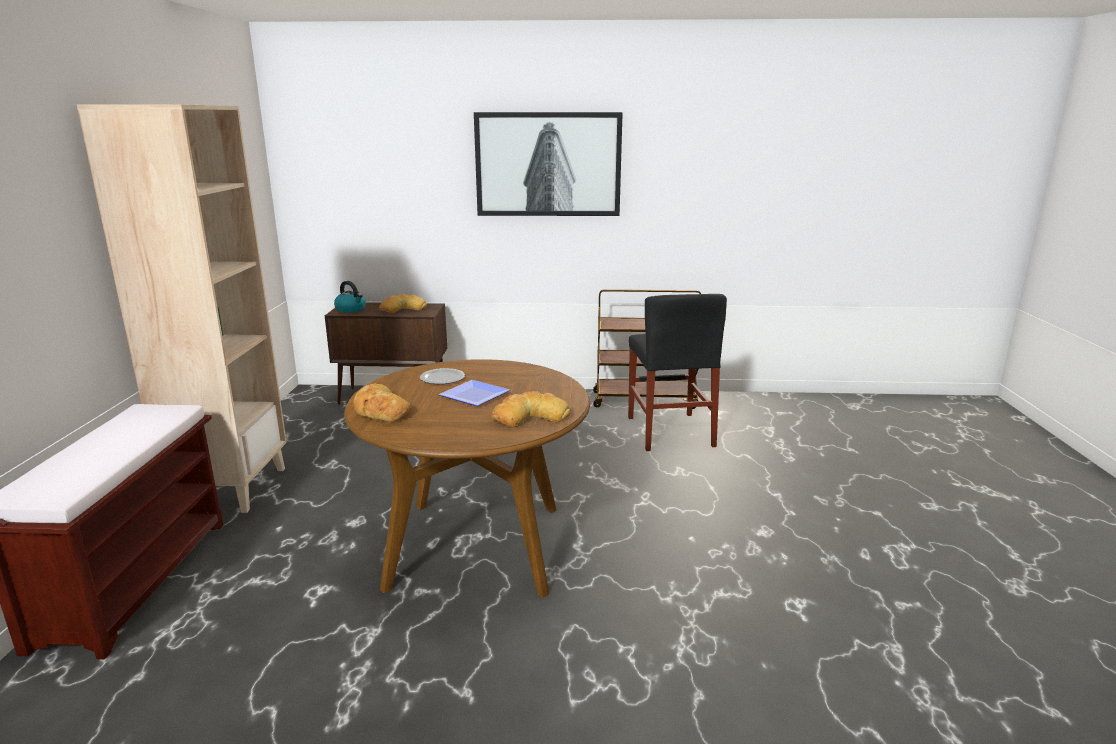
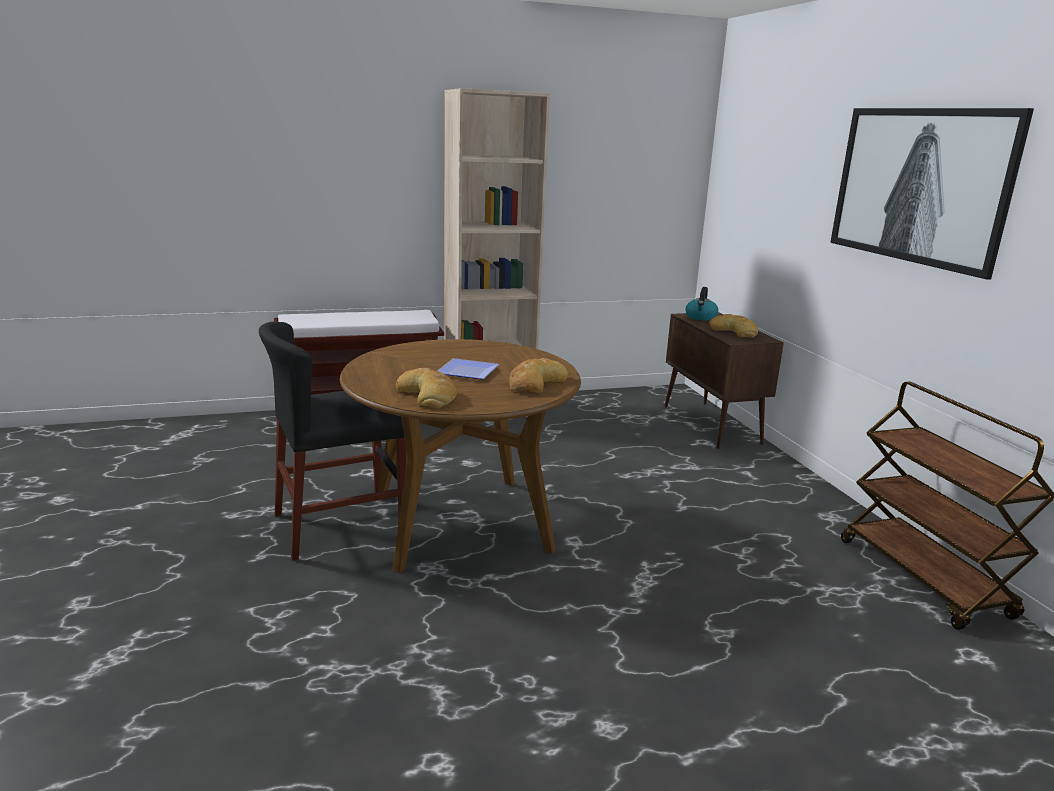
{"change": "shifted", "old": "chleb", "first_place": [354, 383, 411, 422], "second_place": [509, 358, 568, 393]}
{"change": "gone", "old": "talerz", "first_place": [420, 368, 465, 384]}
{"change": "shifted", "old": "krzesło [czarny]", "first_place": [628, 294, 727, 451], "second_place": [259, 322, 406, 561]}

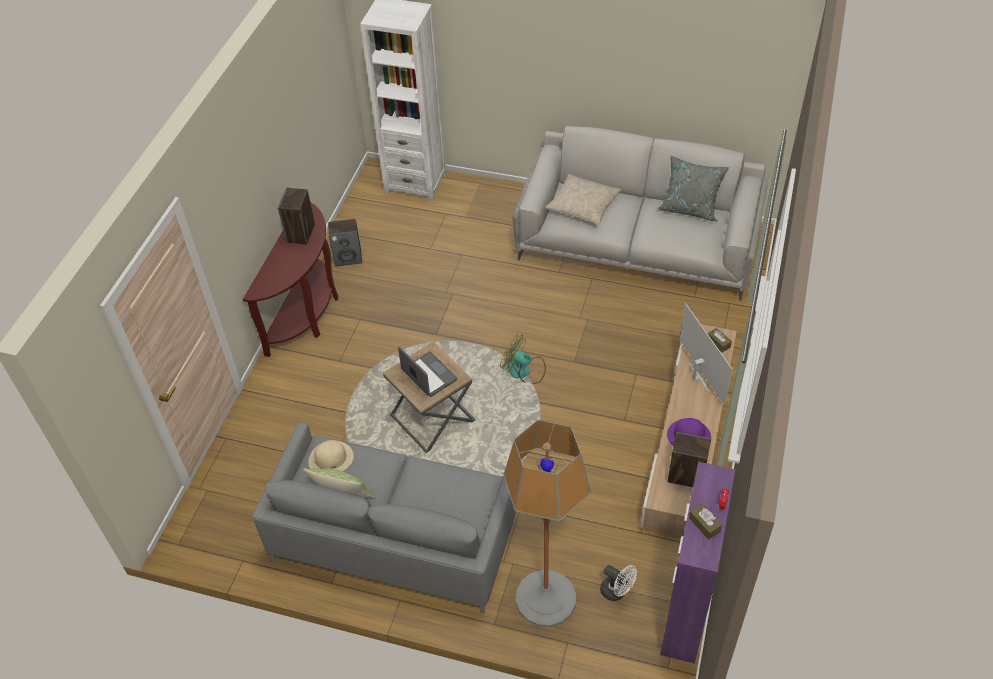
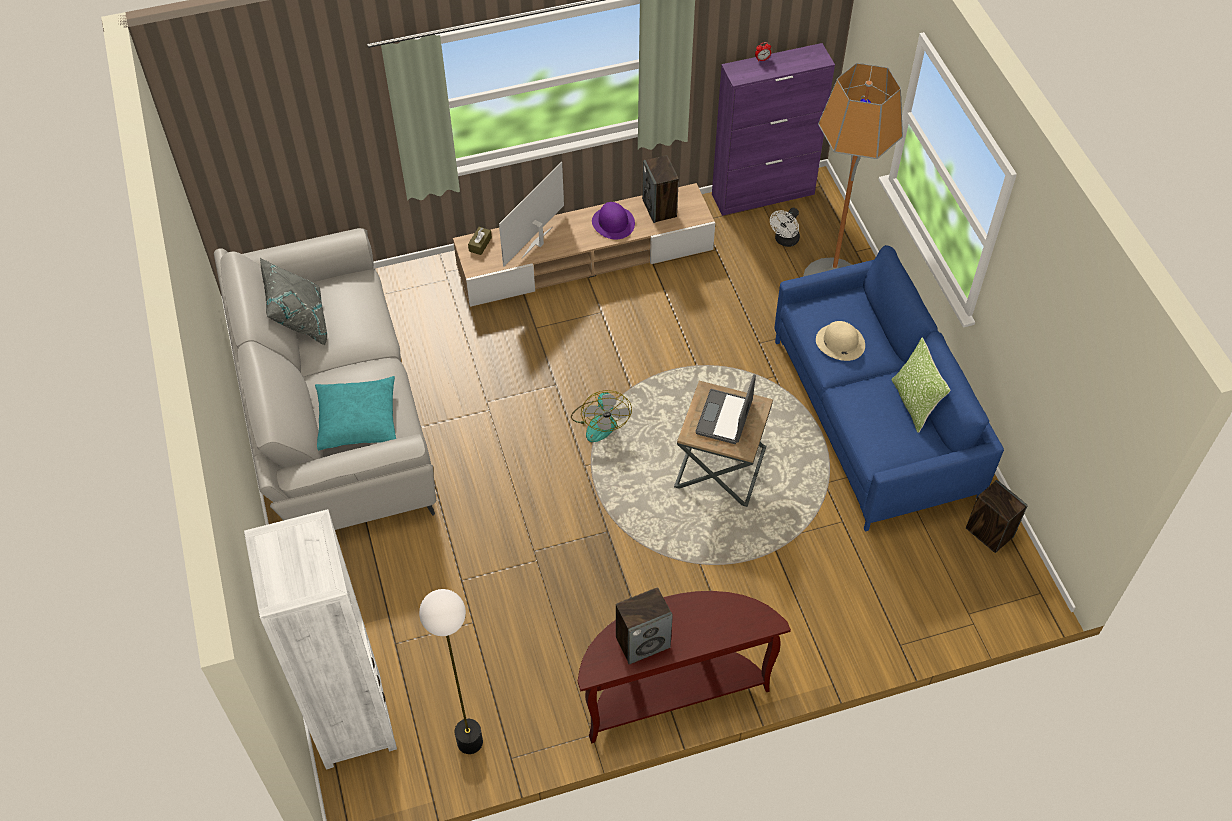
{"change": "repainted", "old": "kanapa [szary]", "new": "kanapa [niebieski]", "first_place": [252, 423, 516, 614], "second_place": [774, 245, 1004, 532]}
{"change": "shifted", "old": "kapelusz [beżowy]", "first_place": [308, 440, 354, 471], "second_place": [816, 321, 865, 361]}
{"change": "shifted", "old": "głośnik", "first_place": [328, 219, 362, 267], "second_place": [966, 480, 1028, 553]}
{"change": "repainted", "old": "poduszka [beżowy]", "new": "poduszka [turkusowy]", "first_place": [545, 174, 621, 225], "second_place": [315, 376, 396, 451]}
{"change": "rotated", "old": "wentylator [biały]", "first_place": [600, 565, 637, 601], "second_place": [770, 208, 800, 247], "degrees": -150}
{"change": "gone", "old": "pudełko chusteczek [brązowy]", "first_place": [689, 504, 722, 539]}
{"change": "new", "new": "lampa stojąca", "second_place": [419, 589, 483, 754]}

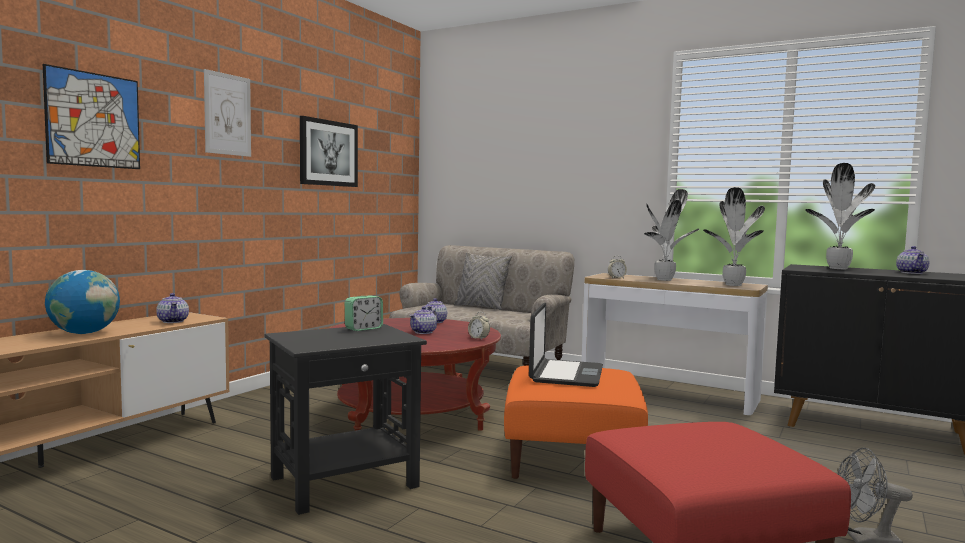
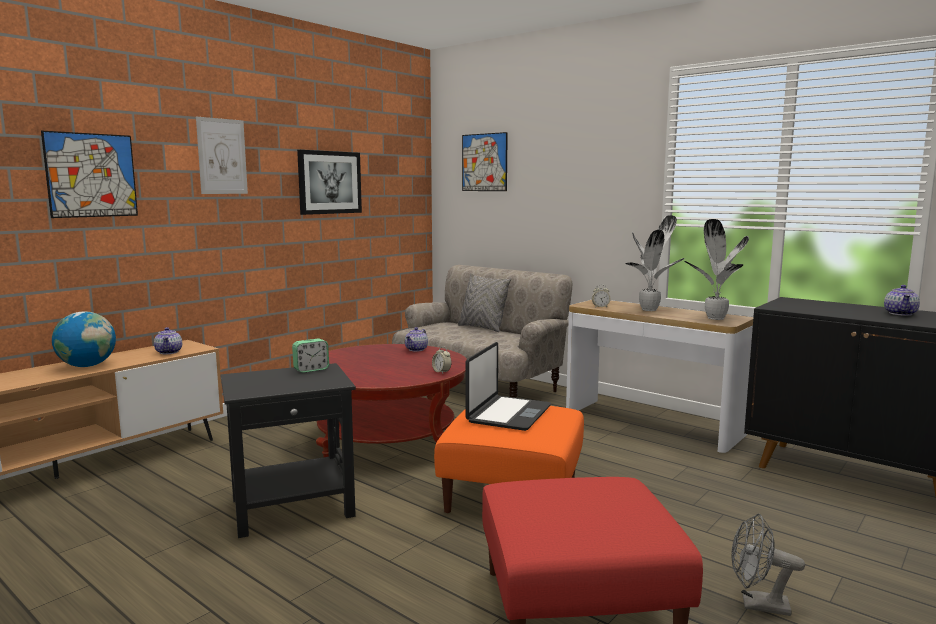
{"change": "gone", "old": "imbryk", "first_place": [410, 307, 437, 334]}
{"change": "gone", "old": "roślina doniczkowa", "first_place": [805, 163, 875, 269]}
{"change": "new", "new": "obraz", "second_place": [462, 132, 508, 191]}

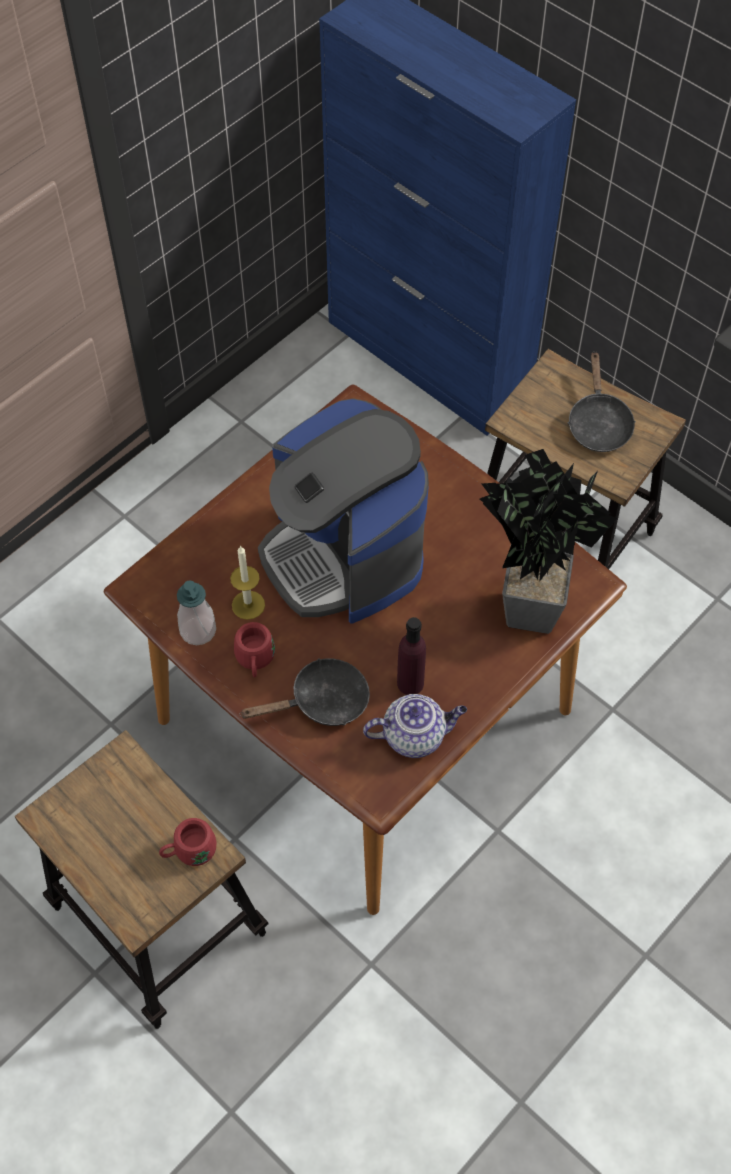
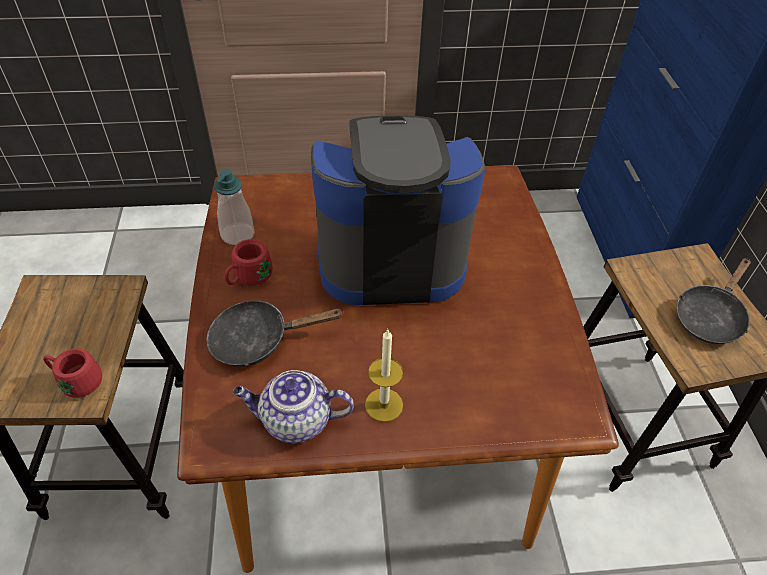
{"change": "shifted", "old": "świeca", "first_place": [230, 546, 265, 620], "second_place": [365, 330, 403, 422]}
{"change": "rotated", "old": "patelnia [czarny]", "first_place": [239, 658, 370, 726], "second_place": [206, 300, 344, 367], "degrees": 150}
{"change": "rotated", "old": "ekspres do kawy", "first_place": [258, 398, 429, 623], "second_place": [311, 116, 485, 305], "degrees": 75}
{"change": "rotated", "old": "imbryk", "first_place": [363, 694, 467, 758], "second_place": [233, 370, 354, 444], "degrees": 150}
{"change": "gone", "old": "butelka [fioletowy]", "first_place": [397, 617, 426, 695]}
{"change": "gone", "old": "roślina doniczkowa", "first_place": [480, 449, 617, 634]}

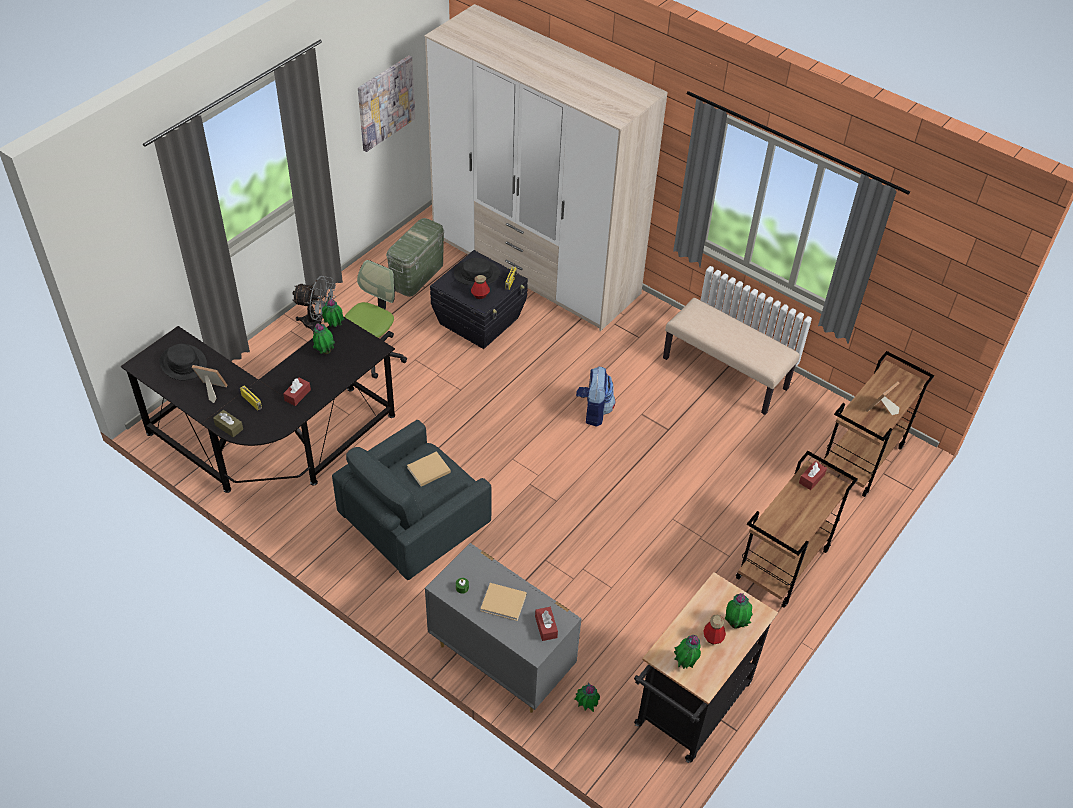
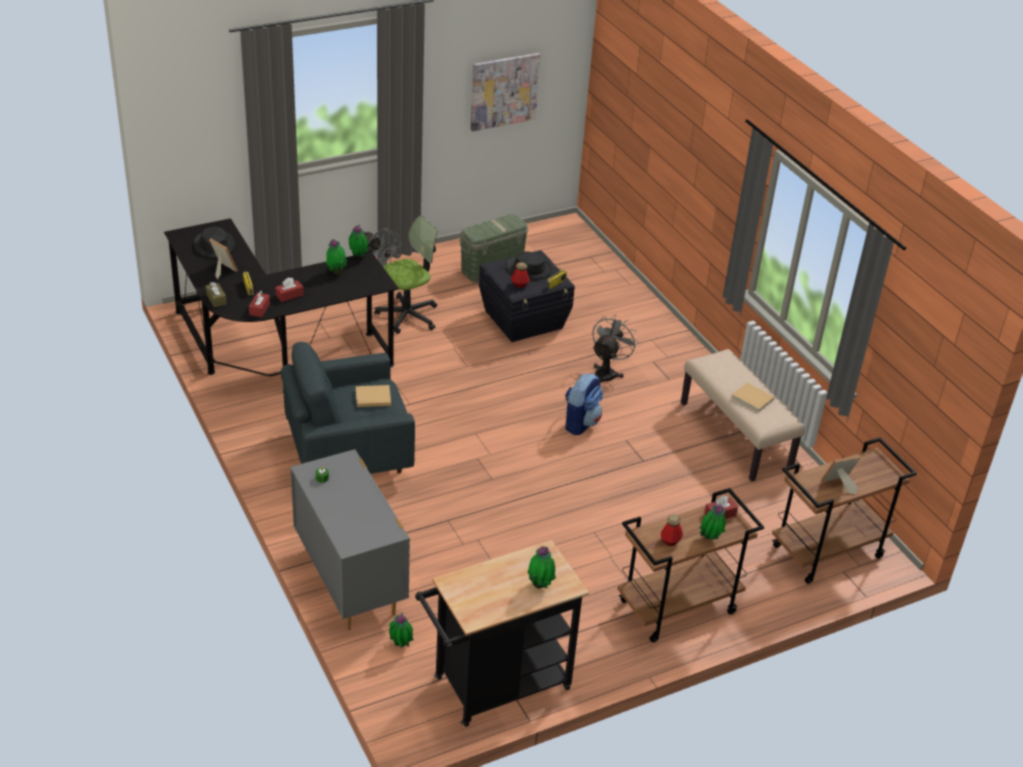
{"change": "gone", "old": "szafa", "first_place": [425, 4, 668, 331]}
{"change": "shifted", "old": "książka [beżowy]", "first_place": [480, 583, 527, 621], "second_place": [731, 383, 775, 413]}
{"change": "shifted", "old": "pudełko chusteczek [czerwony]", "first_place": [535, 607, 558, 641], "second_place": [249, 291, 270, 317]}
{"change": "shifted", "old": "roślina doniczkowa", "first_place": [674, 635, 701, 669], "second_place": [699, 505, 726, 540]}
{"change": "shifted", "old": "butelka", "first_place": [703, 615, 726, 644], "second_place": [661, 514, 683, 546]}
{"change": "new", "new": "wentylator [szary]", "second_place": [592, 314, 638, 383]}

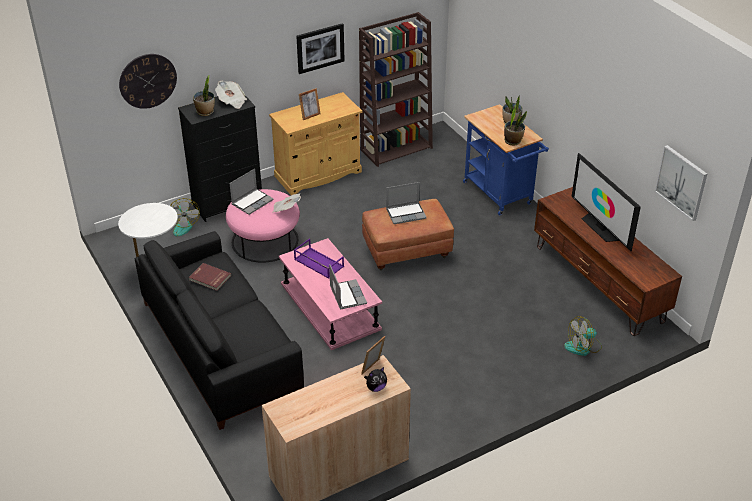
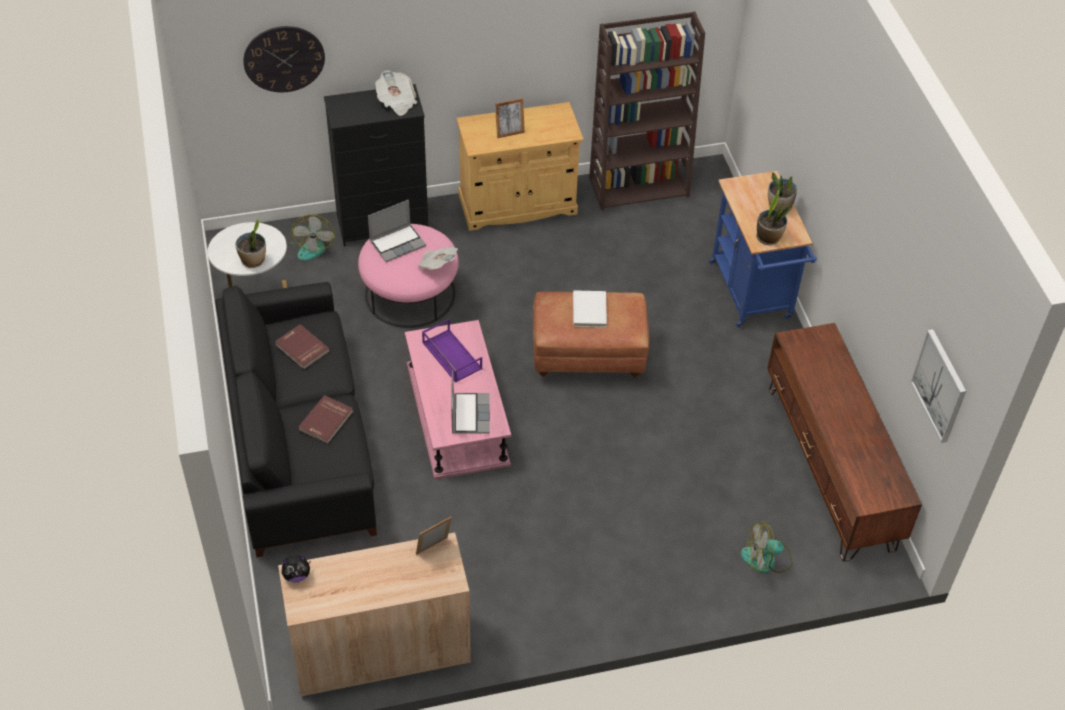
{"change": "shifted", "old": "roślina doniczkowa", "first_place": [193, 75, 215, 116], "second_place": [235, 218, 266, 268]}
{"change": "gone", "old": "obraz", "first_place": [296, 23, 345, 74]}
{"change": "shifted", "old": "pluszak", "first_place": [364, 367, 387, 392], "second_place": [282, 555, 311, 583]}
{"change": "swapped", "old": "laptop", "new": "książka [biały]", "first_place": [386, 182, 427, 224], "second_place": [573, 290, 607, 327]}
{"change": "gone", "old": "telewizor", "first_place": [572, 153, 641, 251]}
{"change": "new", "new": "książka [czerwony]", "second_place": [298, 395, 353, 444]}

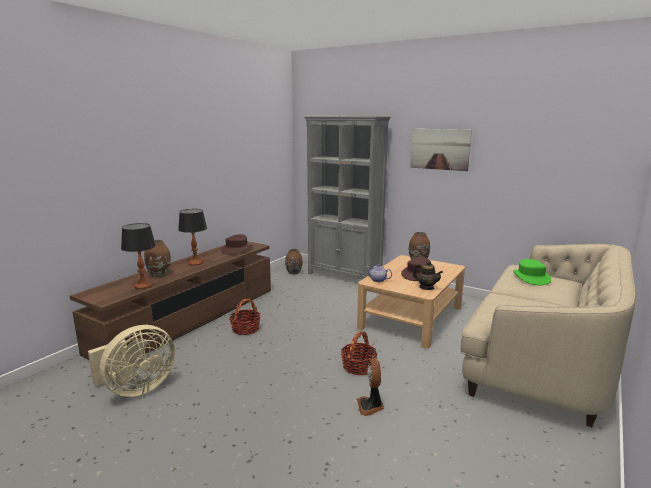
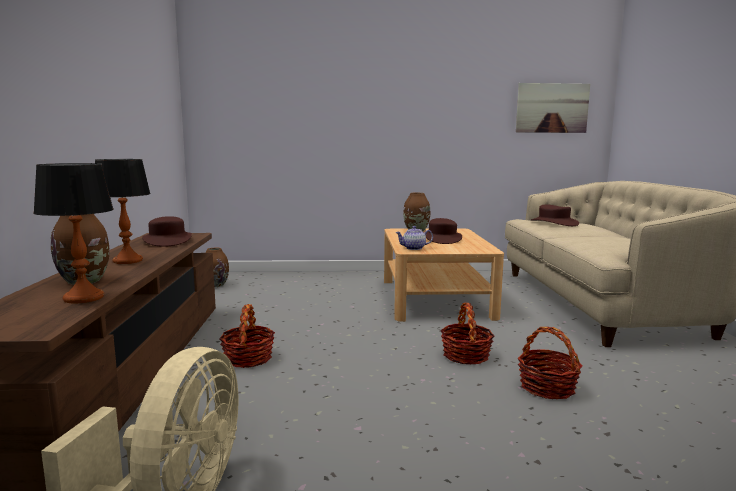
{"change": "gone", "old": "regał [szary]", "first_place": [304, 115, 391, 280]}
{"change": "swapped", "old": "wentylator", "new": "koszyk", "first_place": [357, 358, 384, 416], "second_place": [518, 327, 583, 399]}
{"change": "shifted", "old": "obraz", "first_place": [410, 129, 472, 171], "second_place": [516, 83, 590, 133]}
{"change": "gone", "old": "imbryk", "first_place": [413, 260, 443, 290]}
{"change": "repainted", "old": "kapelusz [zielony]", "new": "kapelusz [brązowy]", "first_place": [513, 259, 551, 285], "second_place": [531, 204, 579, 226]}

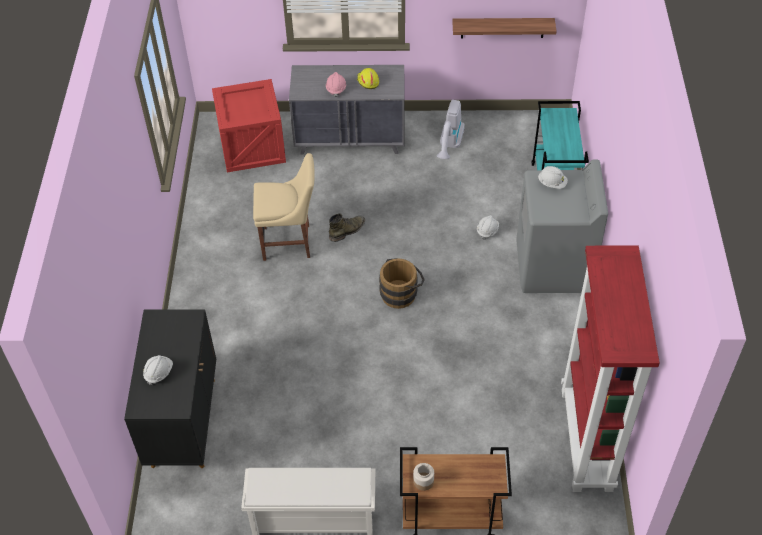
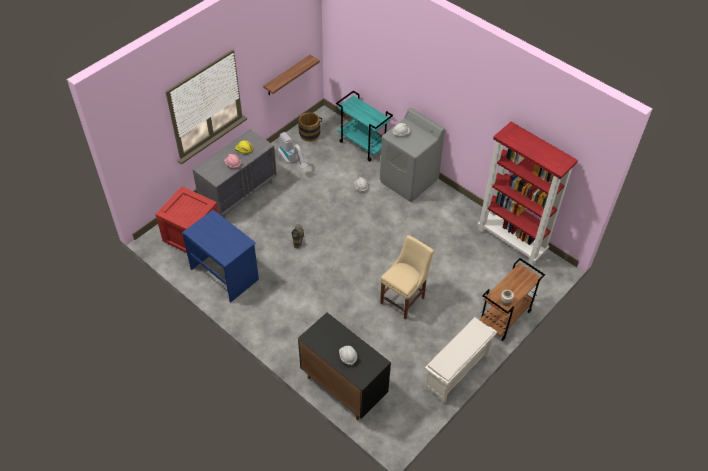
{"change": "shifted", "old": "krzesło [beżowy]", "first_place": [253, 153, 315, 261], "second_place": [380, 235, 434, 319]}
{"change": "shifted", "old": "wiadro [brązowy]", "first_place": [379, 258, 425, 309], "second_place": [297, 112, 322, 142]}
{"change": "new", "new": "biurko [niebieski]", "second_place": [182, 210, 259, 303]}

